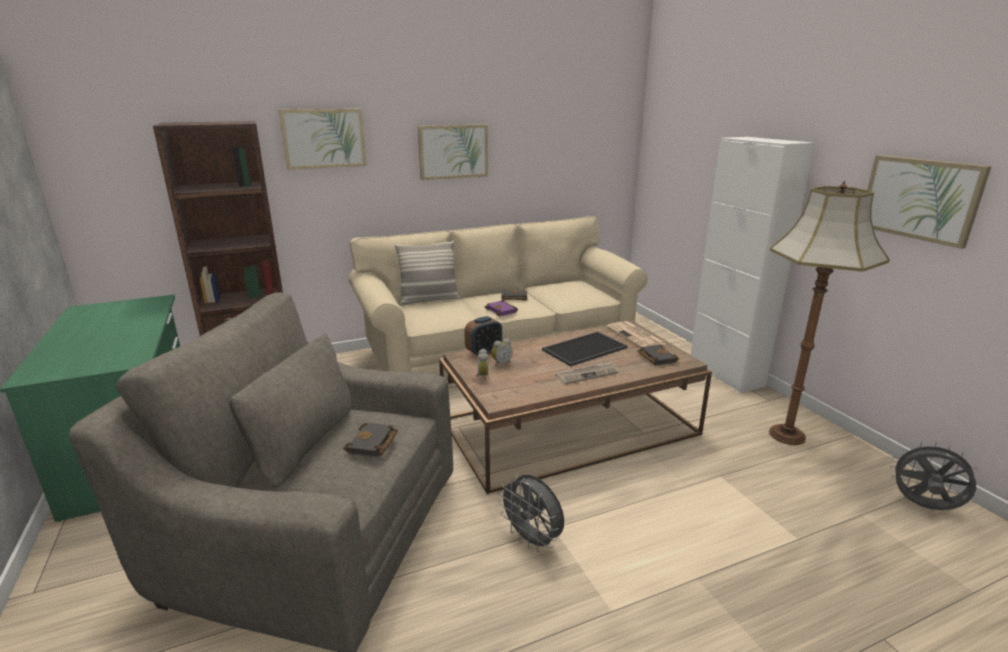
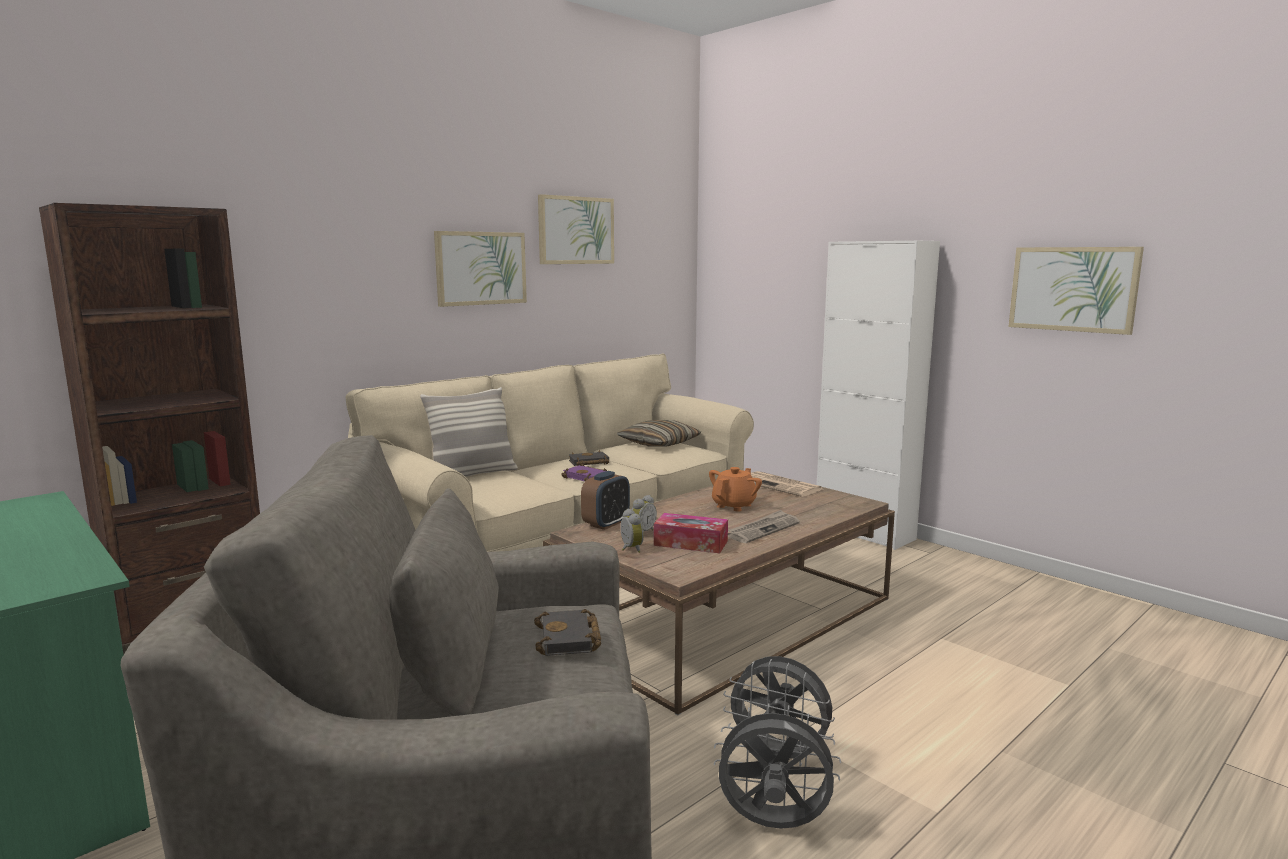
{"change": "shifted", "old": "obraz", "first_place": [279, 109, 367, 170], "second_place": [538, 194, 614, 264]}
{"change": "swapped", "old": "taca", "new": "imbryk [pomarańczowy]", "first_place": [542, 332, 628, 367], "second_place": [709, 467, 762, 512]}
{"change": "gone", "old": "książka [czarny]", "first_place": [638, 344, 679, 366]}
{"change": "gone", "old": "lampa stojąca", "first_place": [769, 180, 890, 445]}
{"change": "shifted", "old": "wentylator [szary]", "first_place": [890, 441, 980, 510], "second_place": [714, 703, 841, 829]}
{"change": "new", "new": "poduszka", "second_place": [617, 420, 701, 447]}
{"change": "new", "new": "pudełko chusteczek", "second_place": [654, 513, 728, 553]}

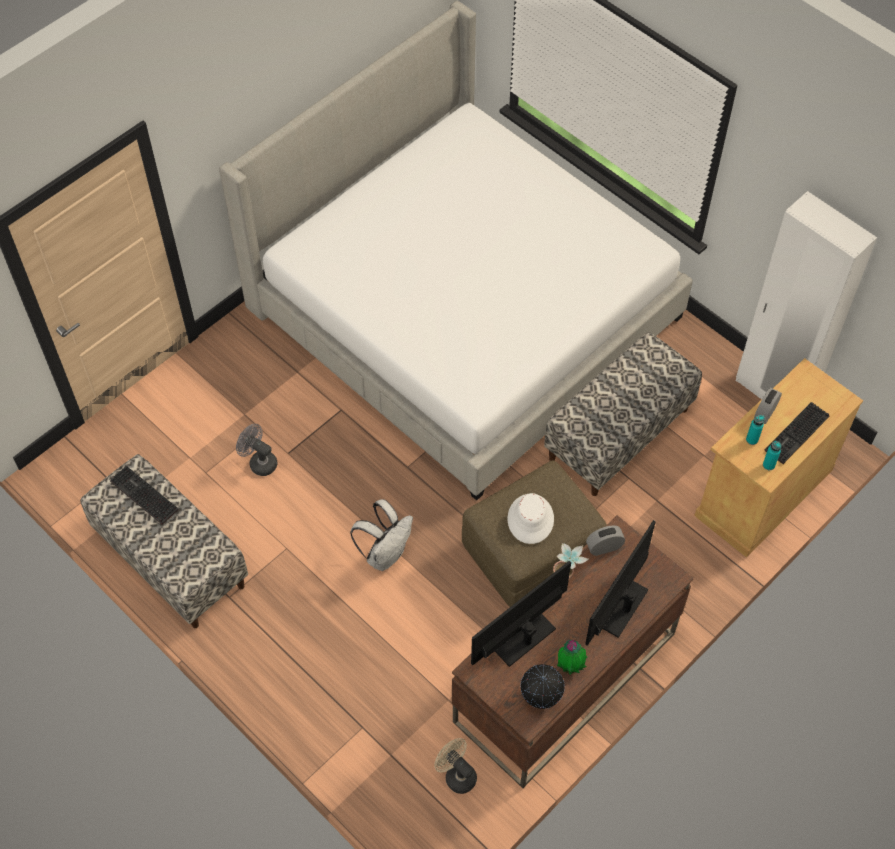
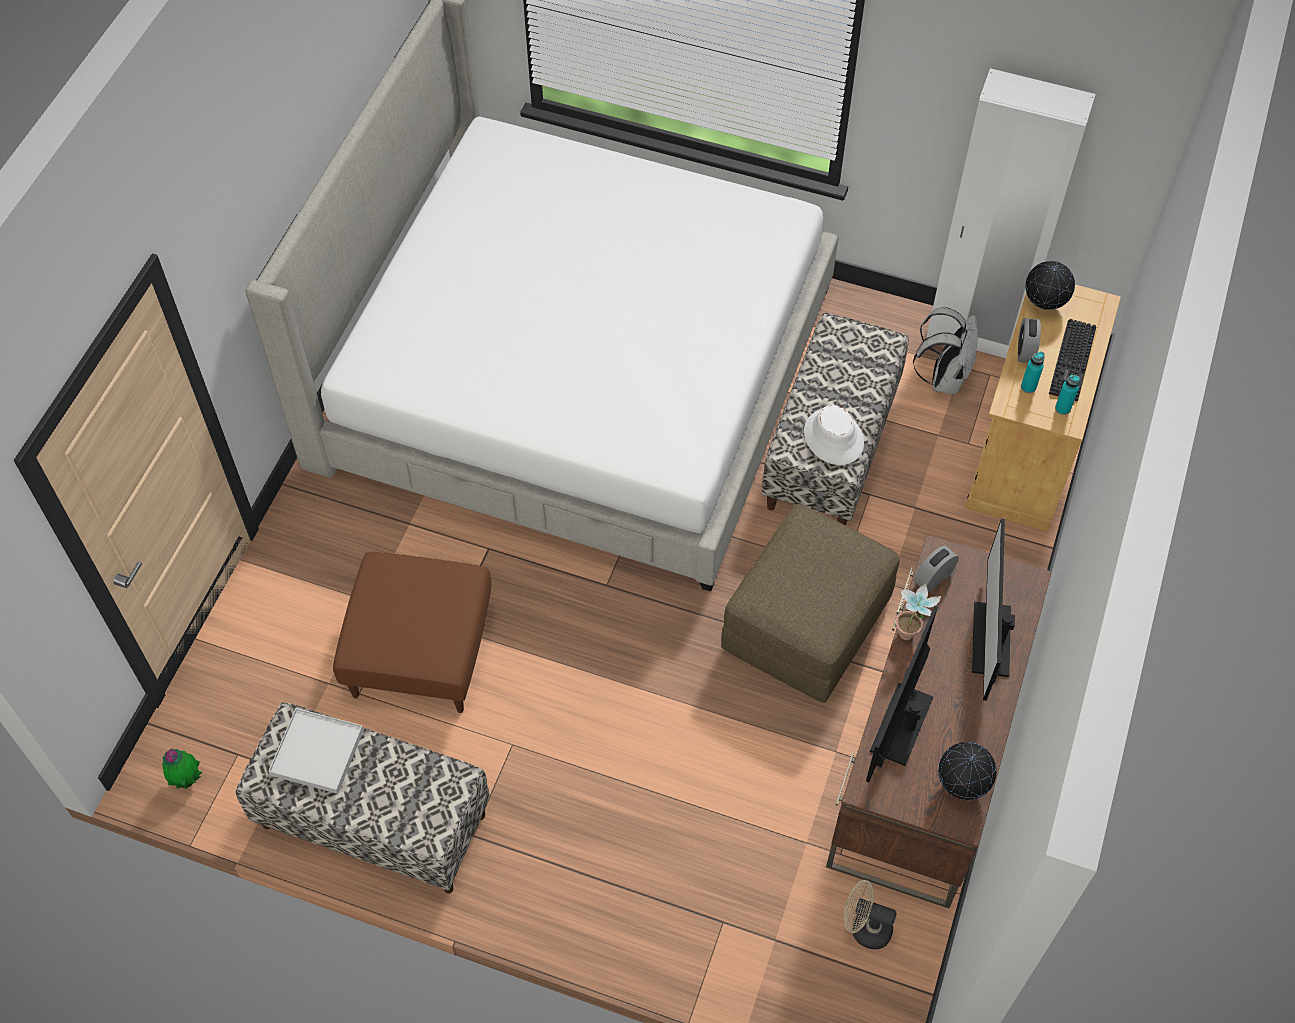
{"change": "swapped", "old": "klawiatura", "new": "taca [biały]", "first_place": [110, 466, 179, 525], "second_place": [268, 708, 364, 794]}
{"change": "swapped", "old": "wentylator [szary]", "new": "pufa [brązowy]", "first_place": [236, 424, 277, 476], "second_place": [333, 552, 492, 713]}
{"change": "shifted", "old": "plecak [biały]", "first_place": [350, 499, 413, 571], "second_place": [913, 307, 978, 394]}
{"change": "shifted", "old": "kapelusz [biały]", "first_place": [508, 493, 554, 544], "second_place": [804, 405, 864, 465]}
{"change": "shifted", "old": "roślina doniczkowa", "first_place": [557, 640, 588, 675], "second_place": [162, 749, 202, 789]}
{"change": "new", "new": "globus", "second_place": [1025, 261, 1075, 310]}

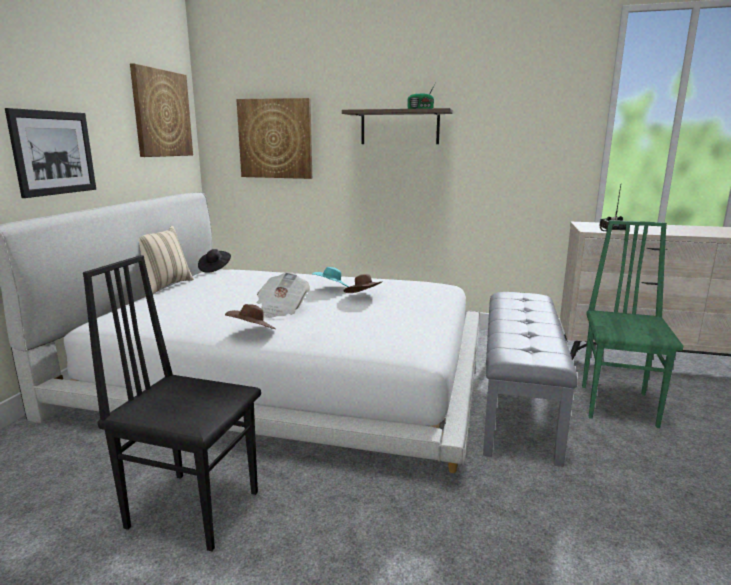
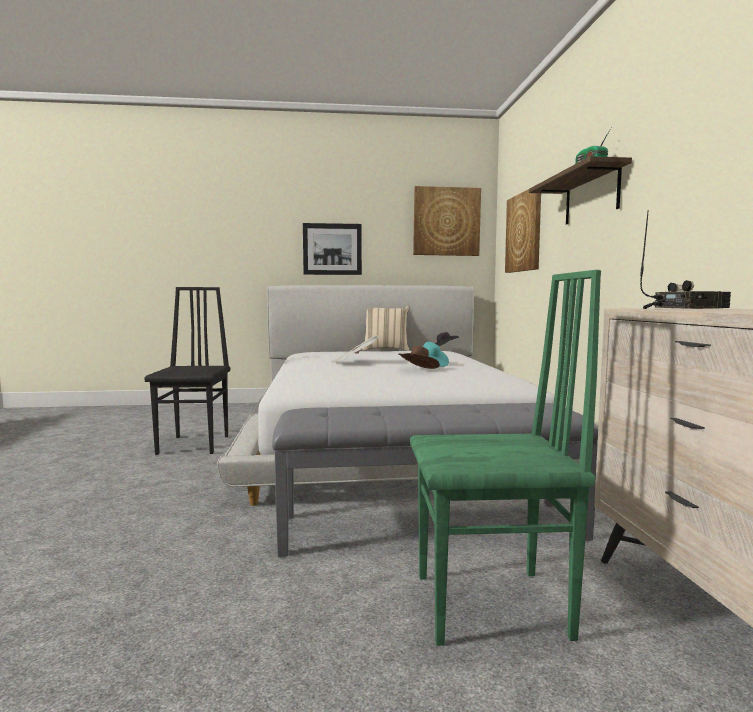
{"change": "gone", "old": "kapelusz [brązowy]", "first_place": [225, 304, 276, 329]}

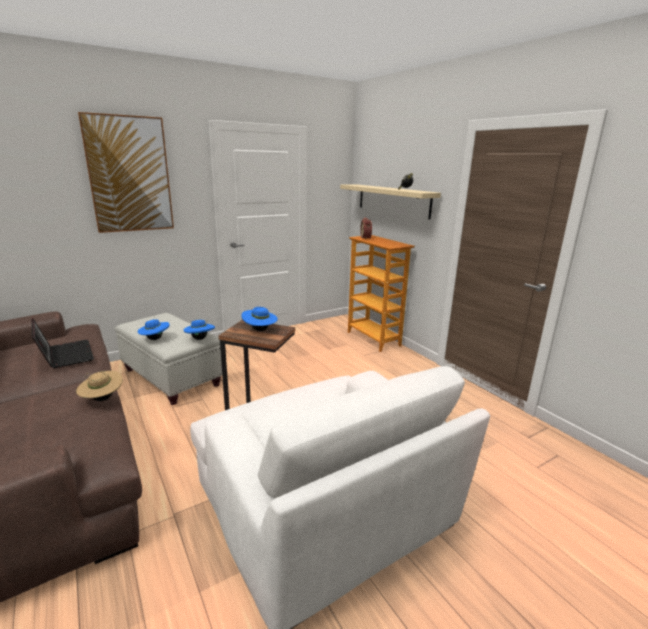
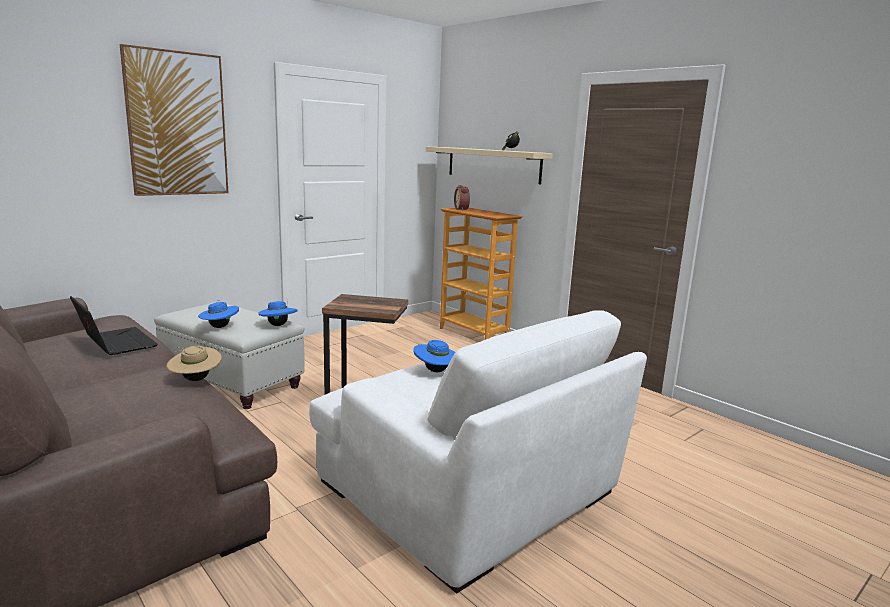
{"change": "shifted", "old": "kapelusz [niebieski]", "first_place": [242, 307, 278, 331], "second_place": [413, 340, 456, 372]}

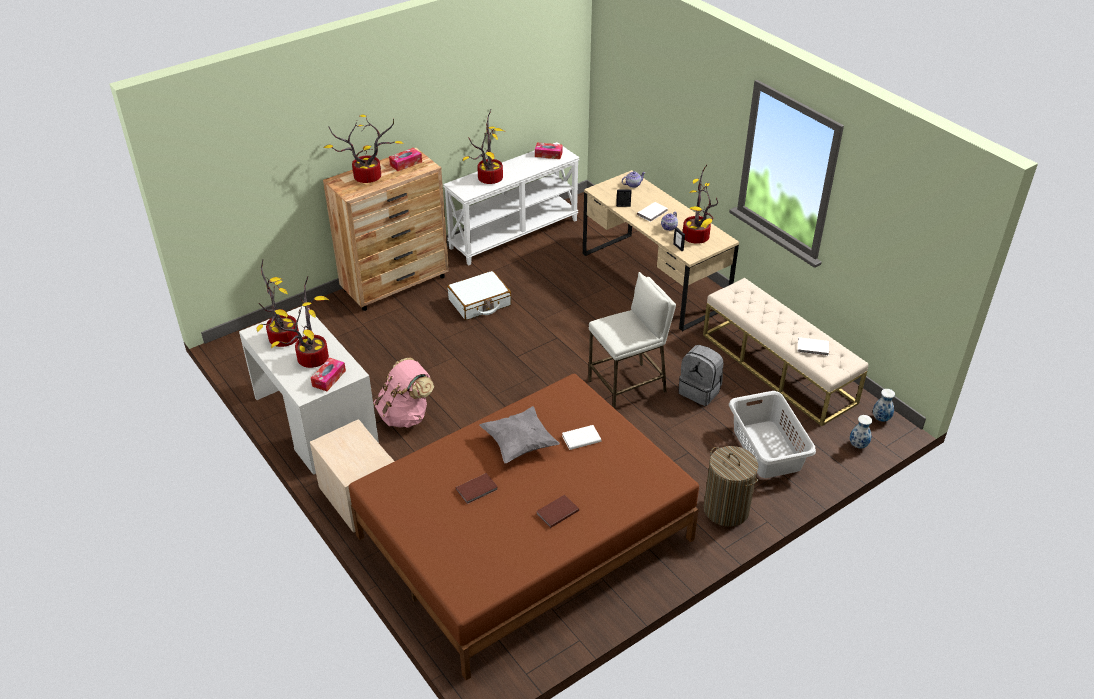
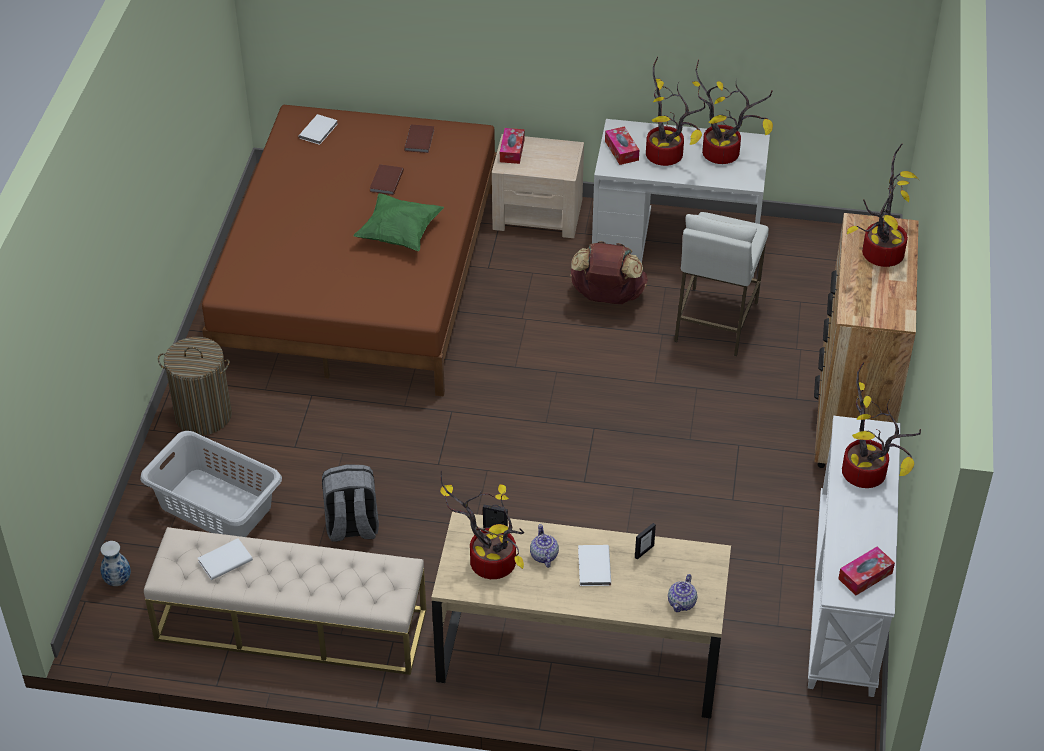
{"change": "repainted", "old": "plecak [różowy]", "new": "plecak [brązowy]", "first_place": [374, 358, 434, 428], "second_place": [570, 241, 648, 304]}
{"change": "shifted", "old": "pudełko chusteczek", "first_place": [389, 148, 422, 171], "second_place": [500, 128, 525, 164]}
{"change": "gone", "old": "walizka [biały]", "first_place": [447, 271, 511, 320]}
{"change": "repainted", "old": "poduszka [szary]", "new": "poduszka [zielony]", "first_place": [479, 406, 560, 463], "second_place": [353, 193, 444, 251]}
{"change": "shifted", "old": "książka [brązowy]", "first_place": [536, 495, 579, 528], "second_place": [404, 124, 434, 153]}
{"change": "shifted", "old": "książka [biały]", "first_place": [562, 425, 601, 450], "second_place": [298, 114, 338, 145]}
{"change": "shifted", "old": "stołek [biały]", "first_place": [588, 272, 676, 409], "second_place": [674, 212, 769, 356]}
{"change": "gone", "old": "wazon", "first_place": [873, 389, 895, 422]}

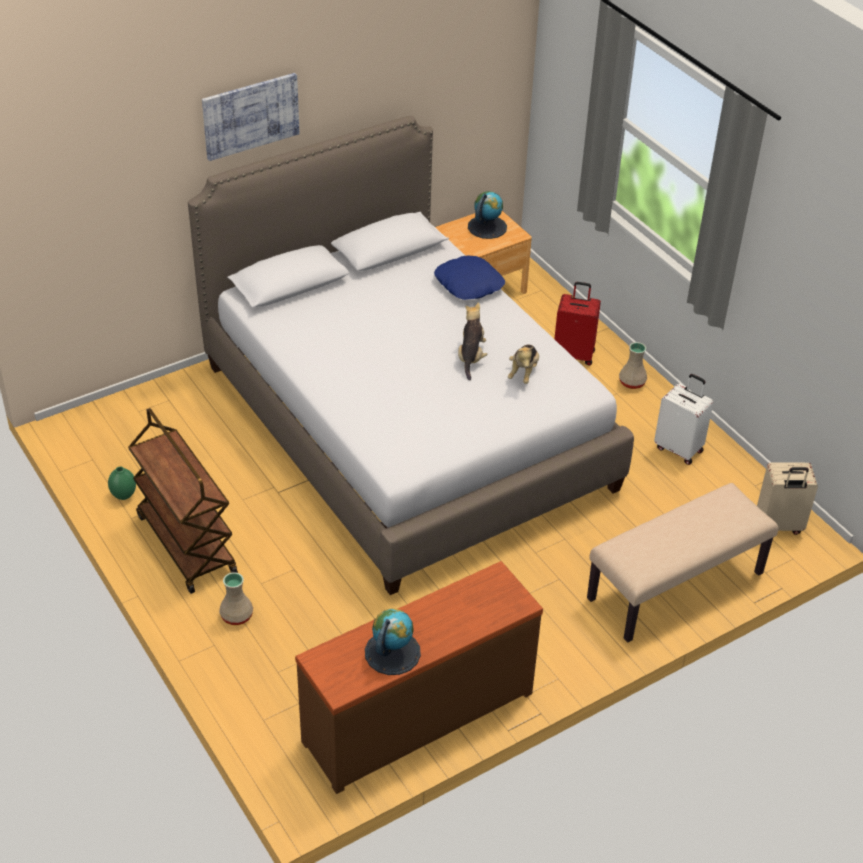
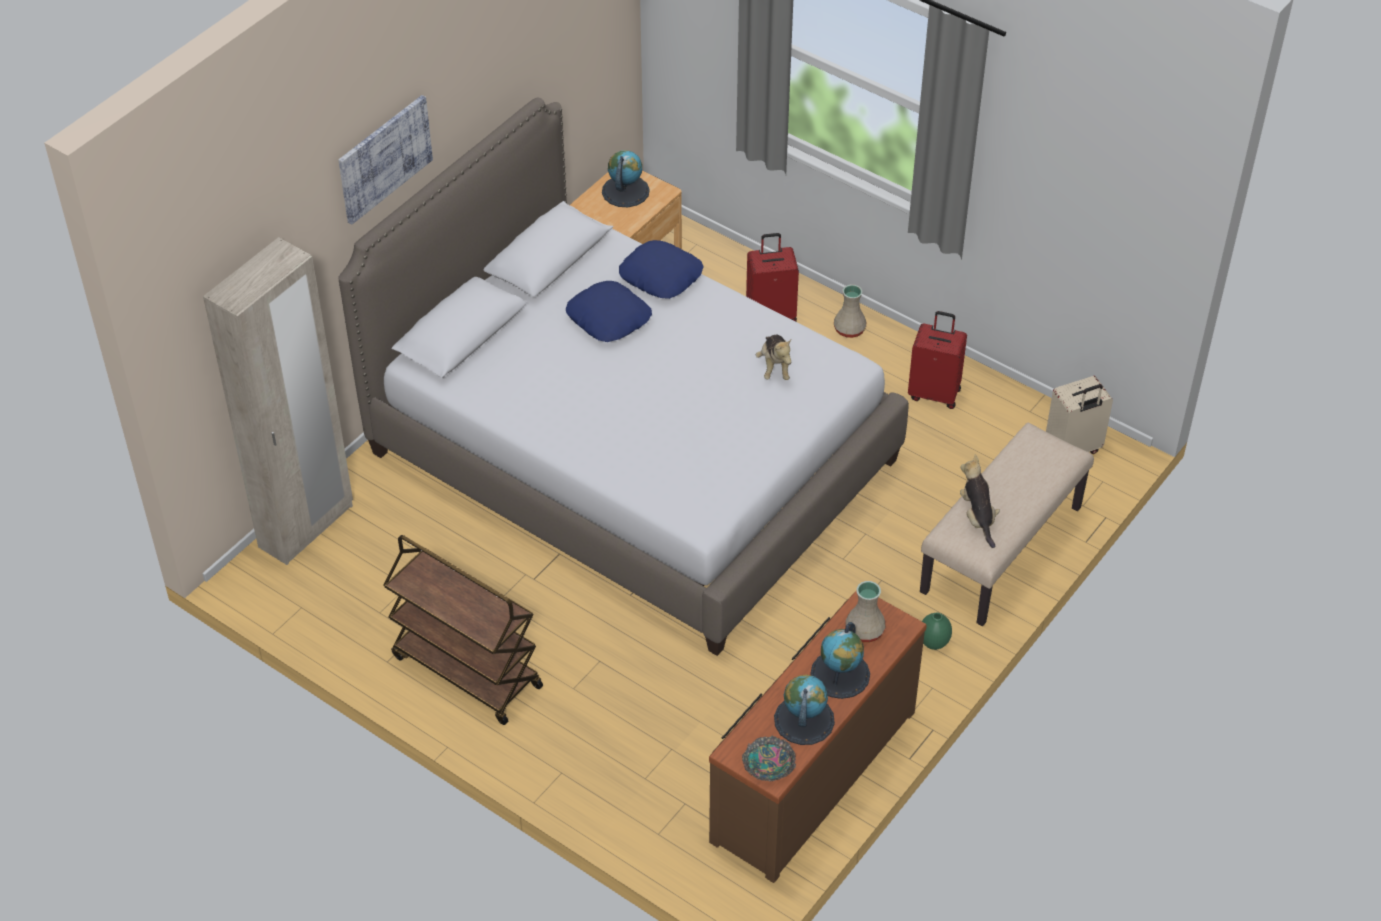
{"change": "shifted", "old": "wazon [zielony]", "first_place": [108, 467, 136, 500], "second_place": [922, 612, 952, 650]}
{"change": "shifted", "old": "wazon [beżowy]", "first_place": [219, 572, 253, 625], "second_place": [846, 581, 886, 643]}
{"change": "shifted", "old": "pluszak", "first_place": [458, 302, 488, 380], "second_place": [960, 455, 1000, 548]}
{"change": "repainted", "old": "walizka [biały]", "new": "walizka [czerwony]", "first_place": [654, 374, 714, 465], "second_place": [908, 311, 967, 409]}
{"change": "new", "new": "szafa [beżowy]", "second_place": [203, 237, 353, 565]}
{"change": "new", "new": "poduszka [niebieski]", "second_place": [566, 281, 652, 342]}
{"change": "new", "new": "miska", "second_place": [742, 736, 796, 782]}
{"change": "new", "new": "globus", "second_place": [810, 622, 870, 699]}

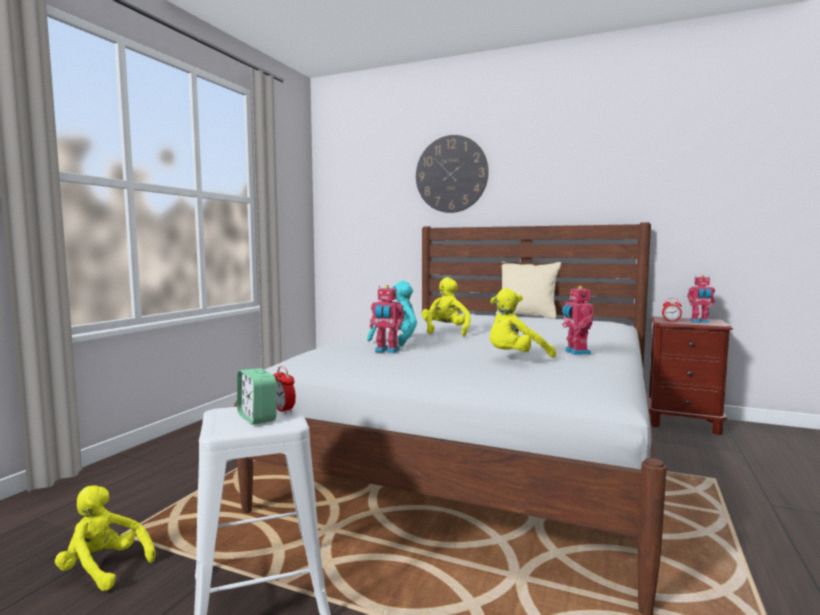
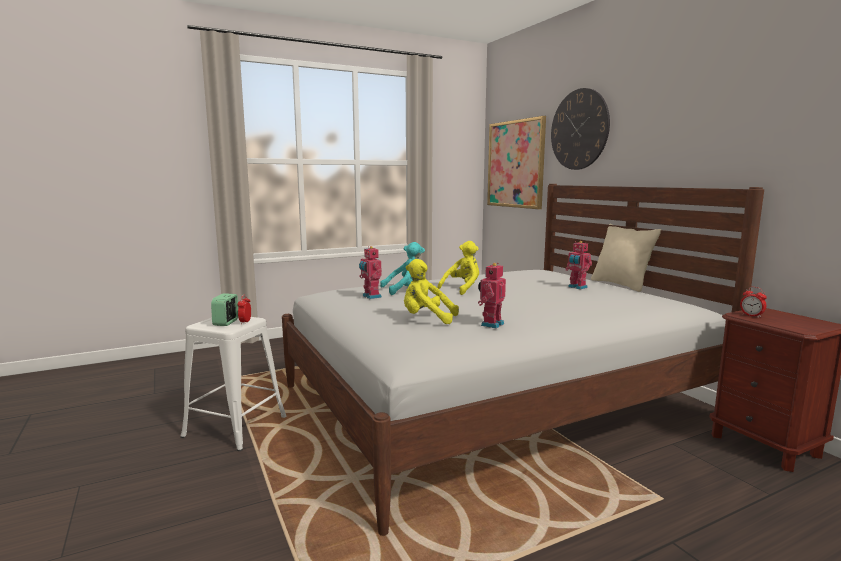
{"change": "gone", "old": "pluszak [żółty]", "first_place": [55, 485, 156, 591]}
{"change": "shifted", "old": "robot zabawkowy", "first_place": [687, 275, 715, 323], "second_place": [565, 241, 592, 290]}
{"change": "new", "new": "obraz", "second_place": [487, 116, 546, 209]}

